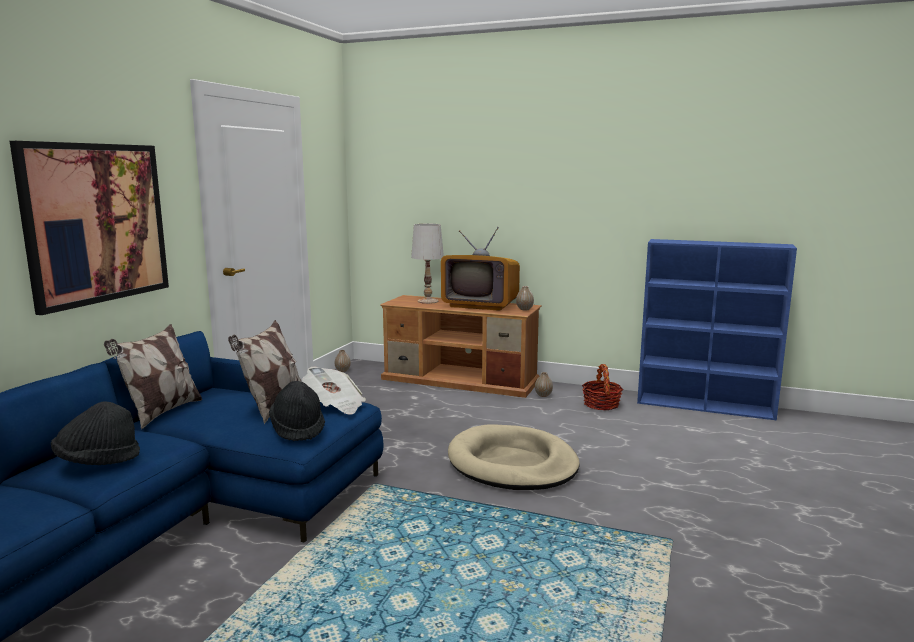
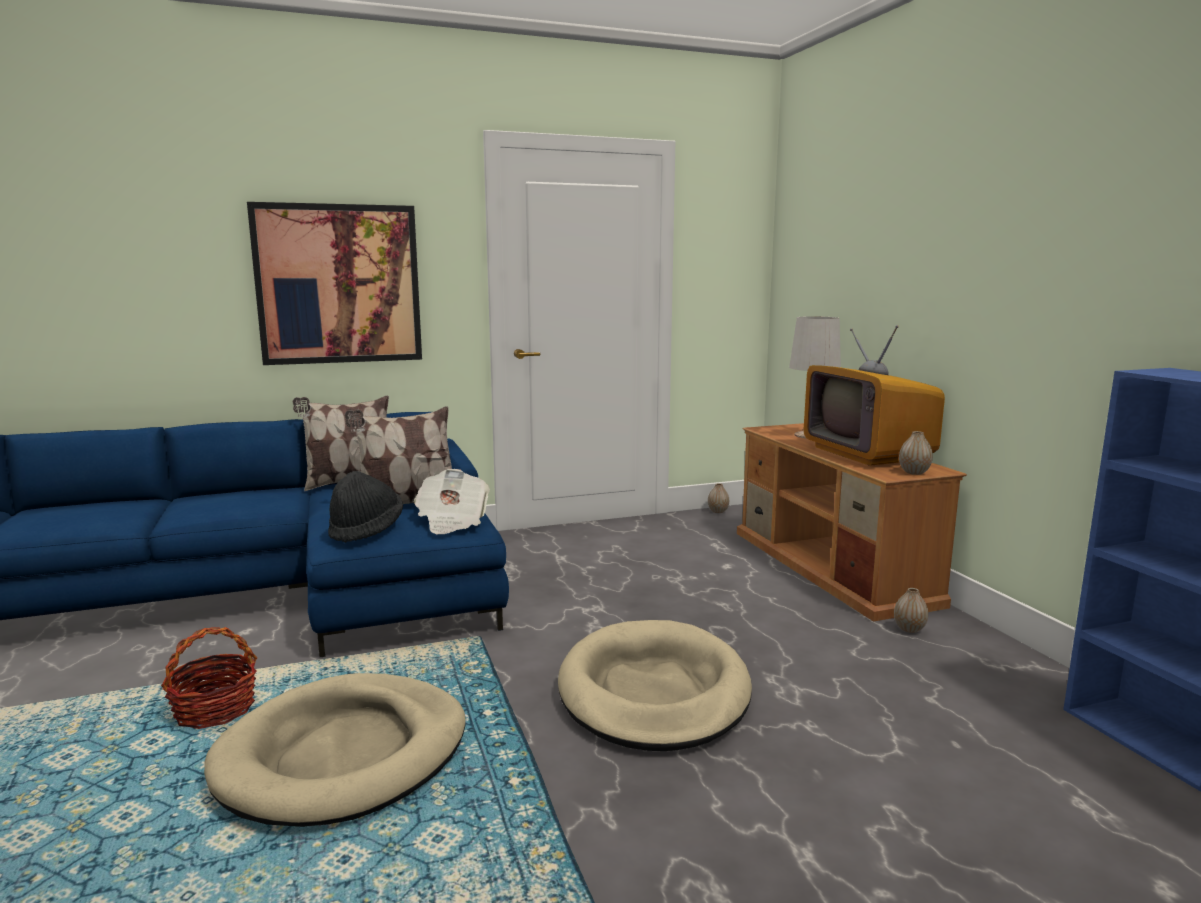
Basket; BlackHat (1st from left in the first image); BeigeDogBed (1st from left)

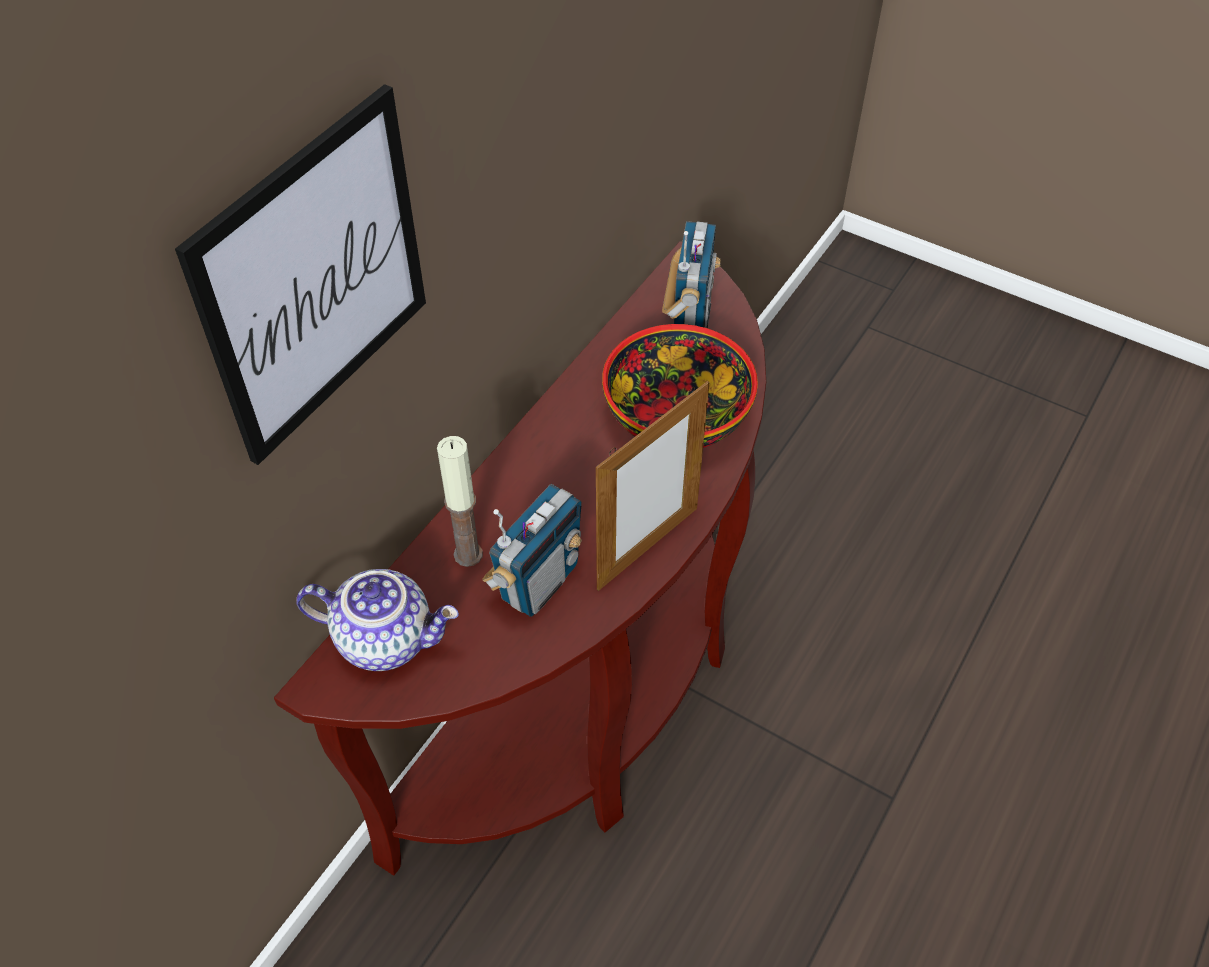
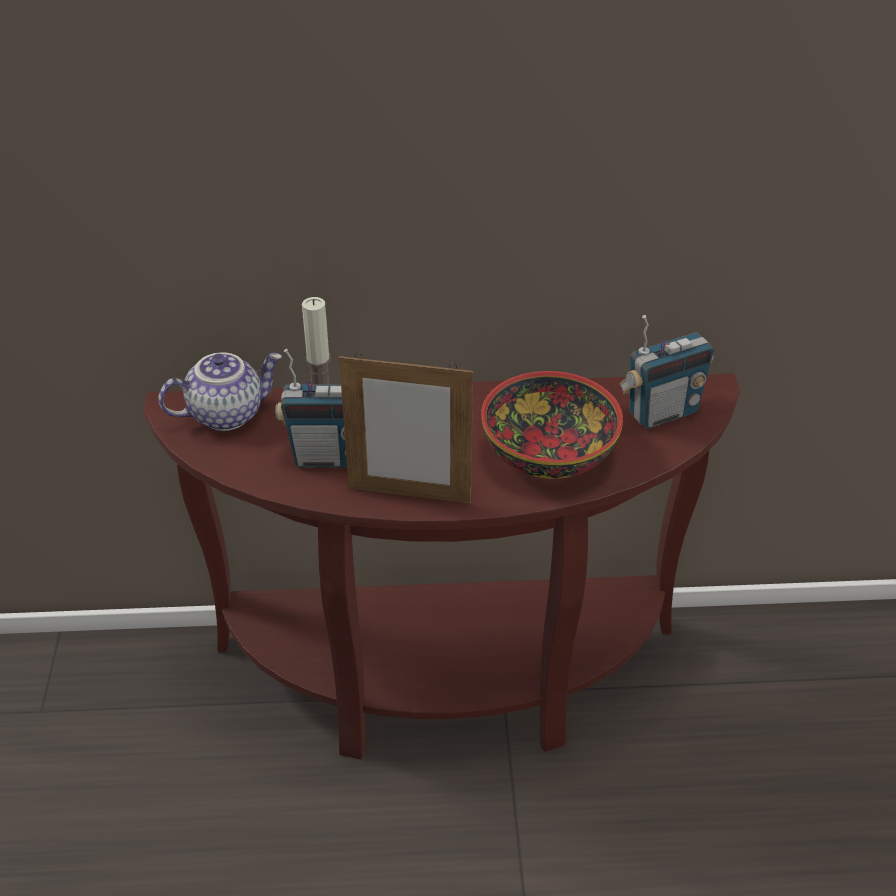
Picture; Teapot

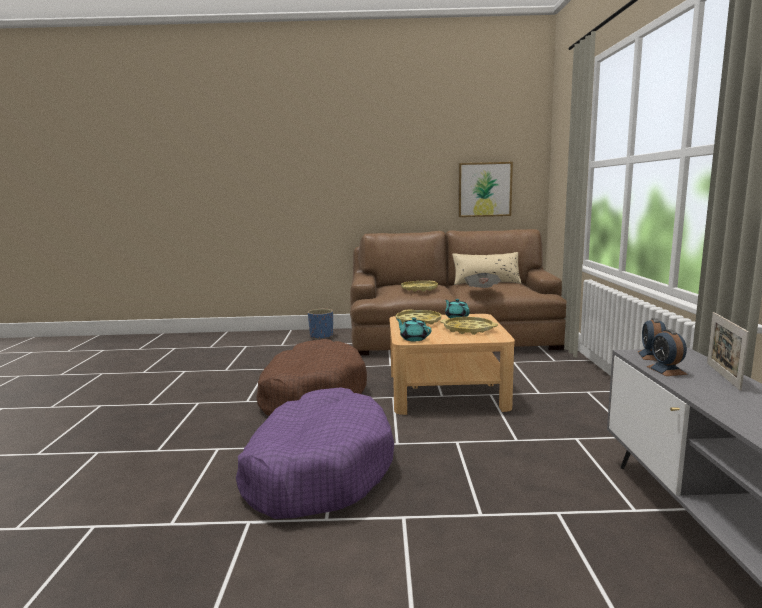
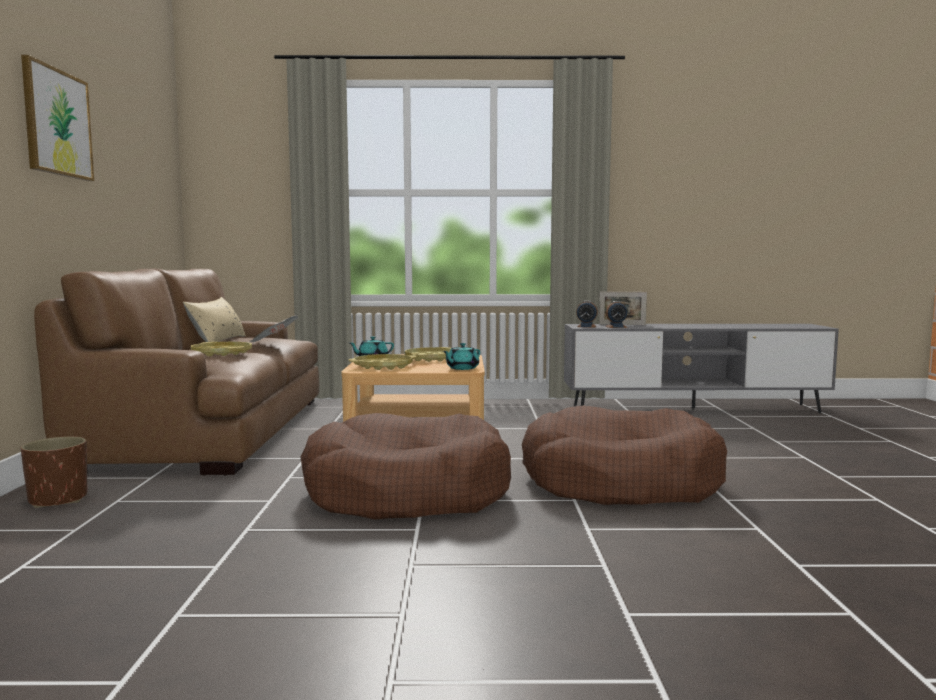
Picture; BrownPlanter; BrownDogBed (2nd from left)

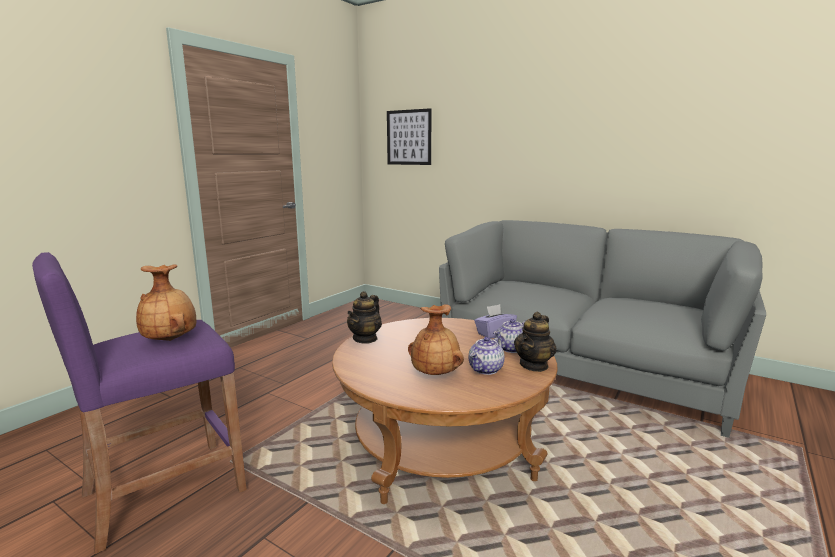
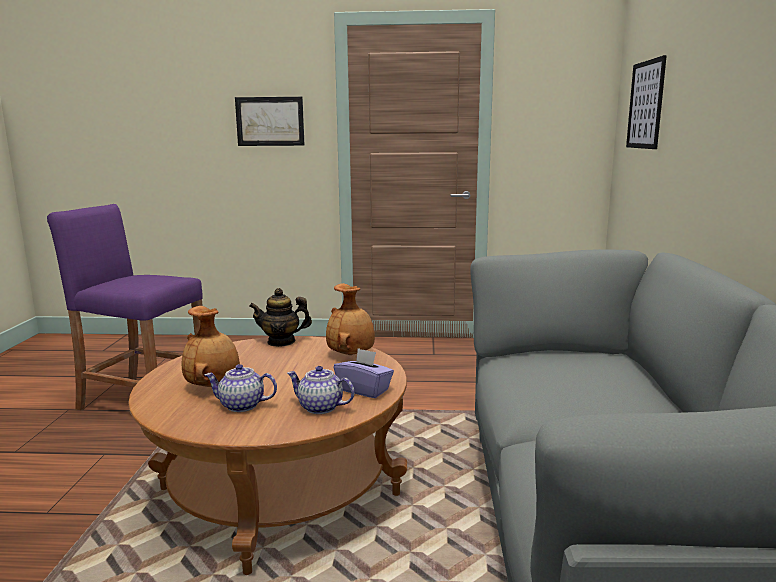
BrownVase (2nd from left); Teapot (4th from left in the first image); Picture (1st from left)

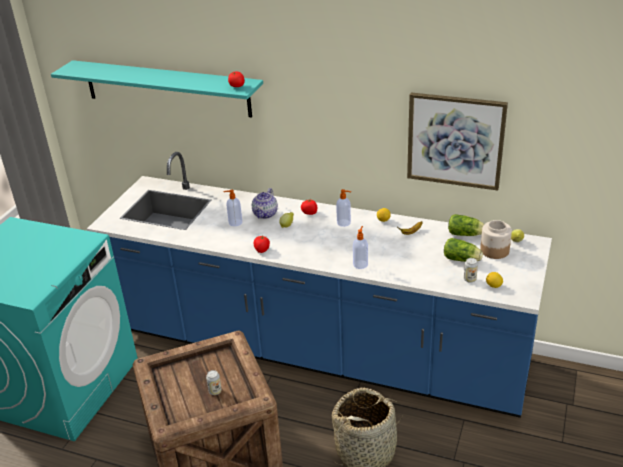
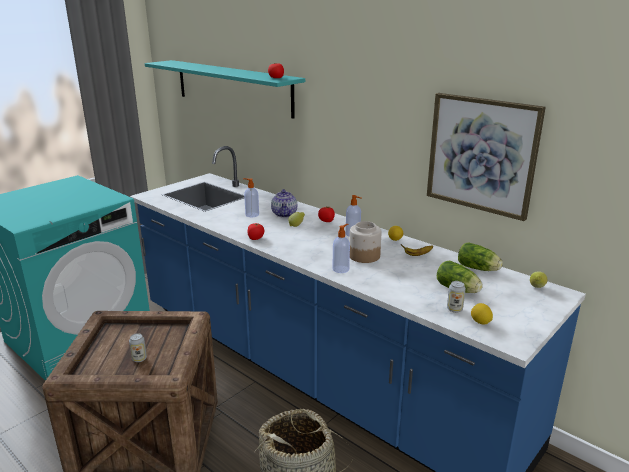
Teapot; Jar

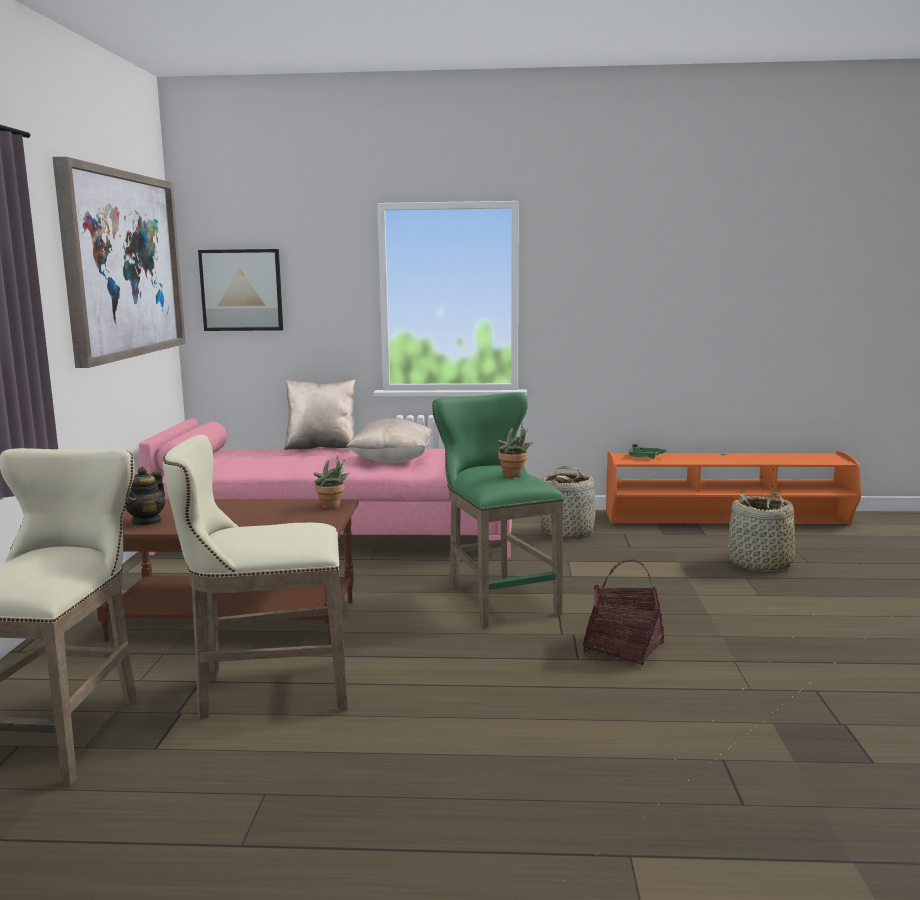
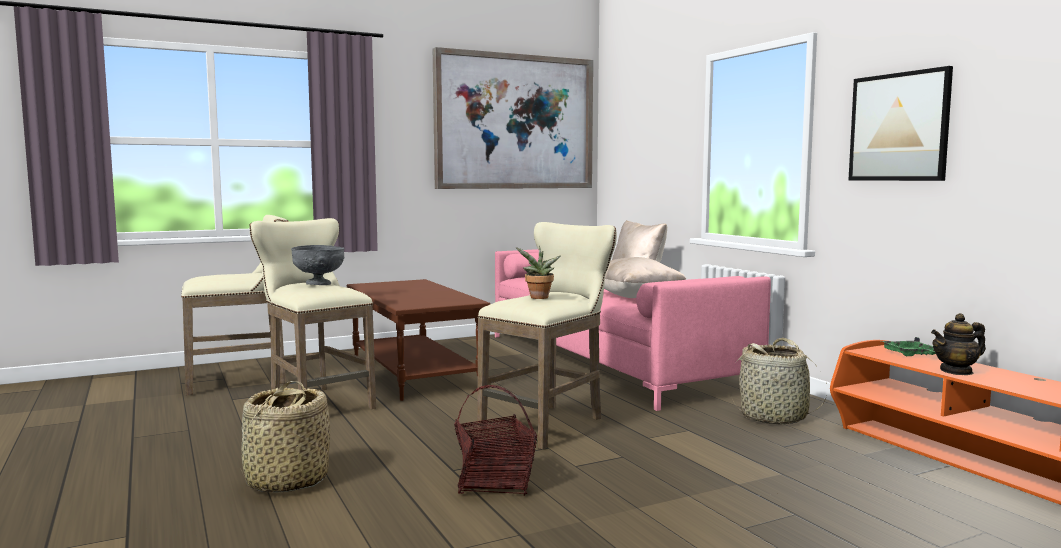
Picture (2nd from left); BeigeStool (3rd from left); PottedPlant (1st from left in the first image); Teapot; Basket (1st from left); GreyBowl

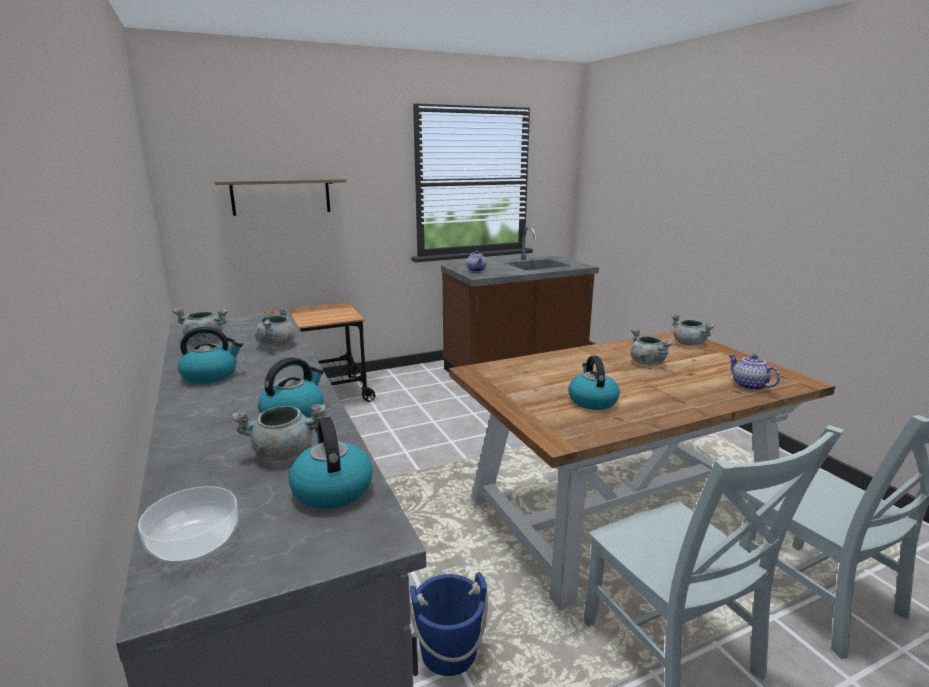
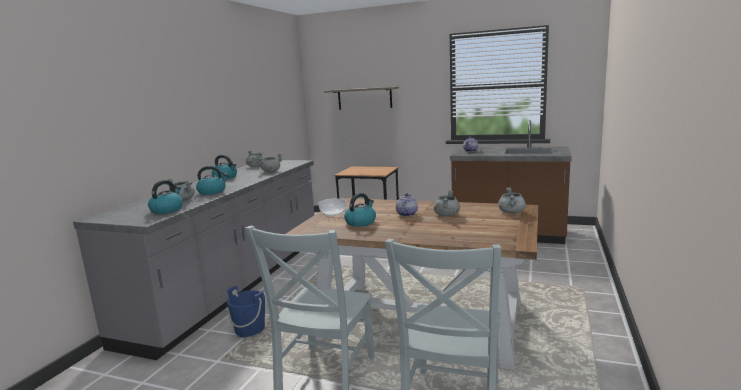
Teapot (1st from left); Bowl

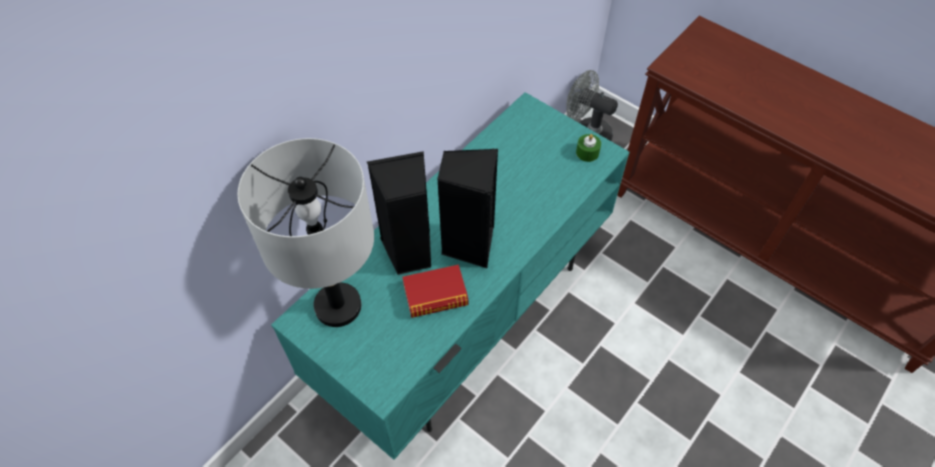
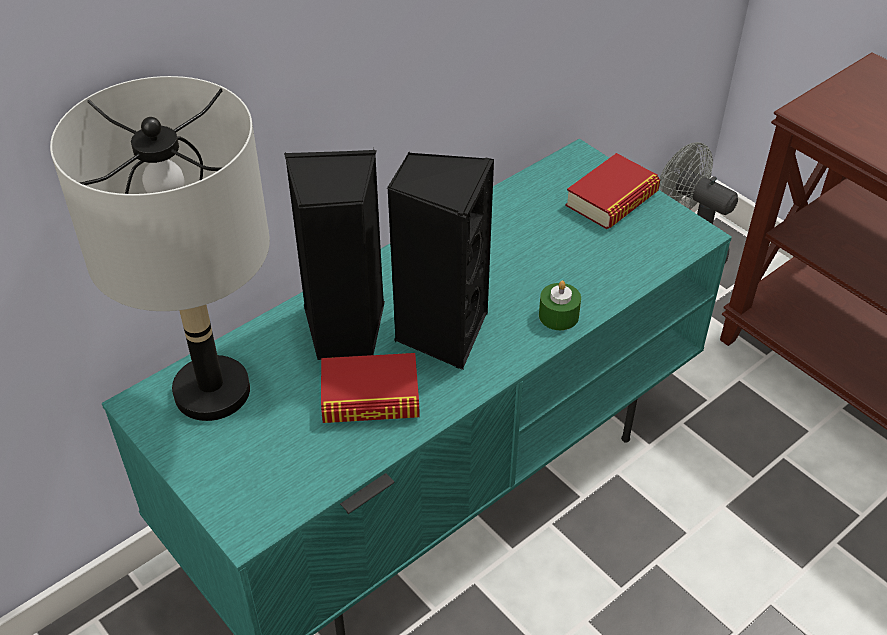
GreenCandle; Book (2nd from left)

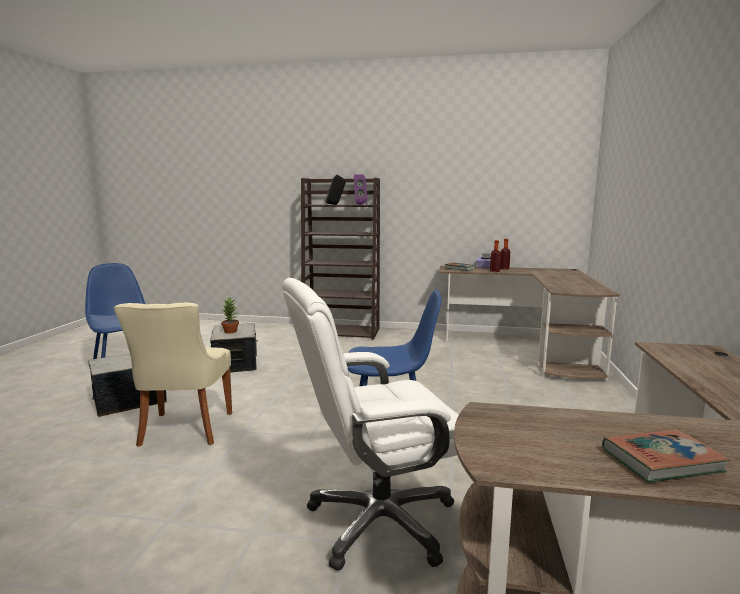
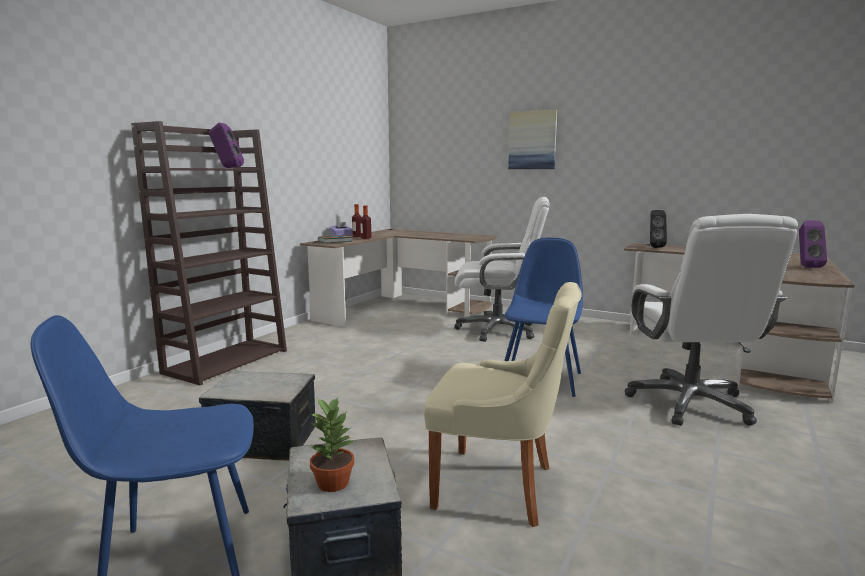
BlackSpeaker; PottedPlant; PurpleSpeaker (2nd from left); Picture; WhiteOfficeChair (1st from left)

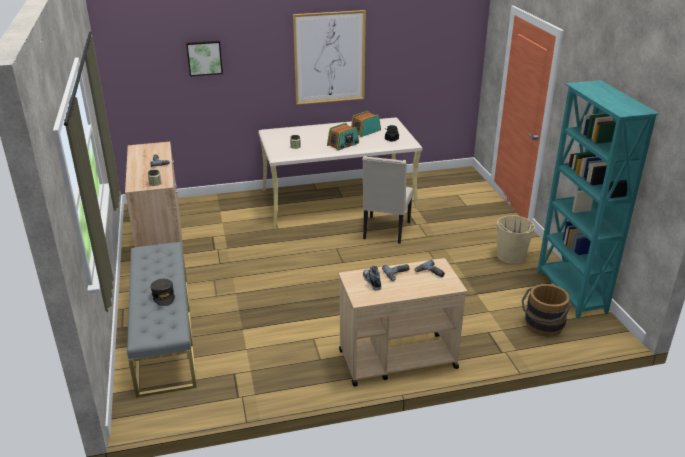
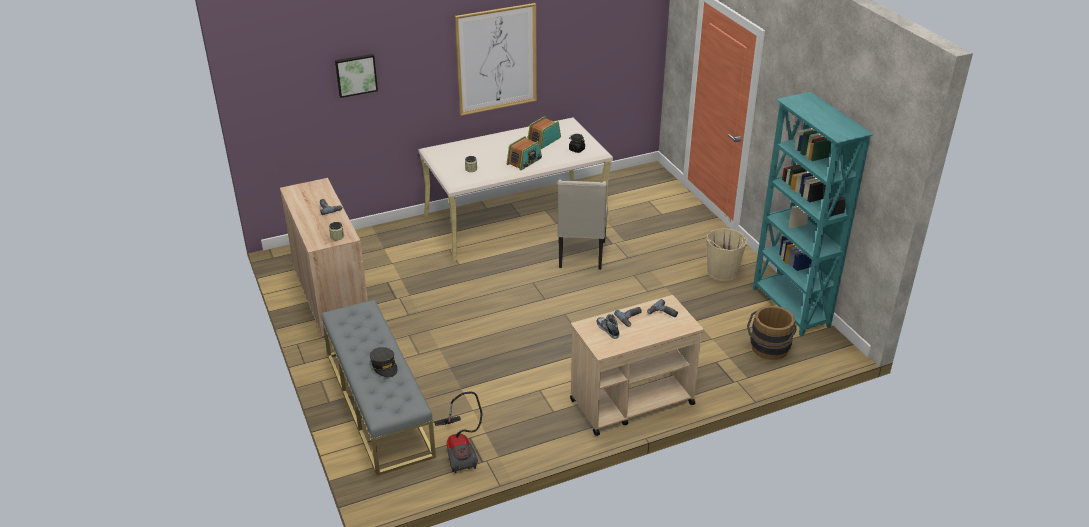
VacuumCleaner

